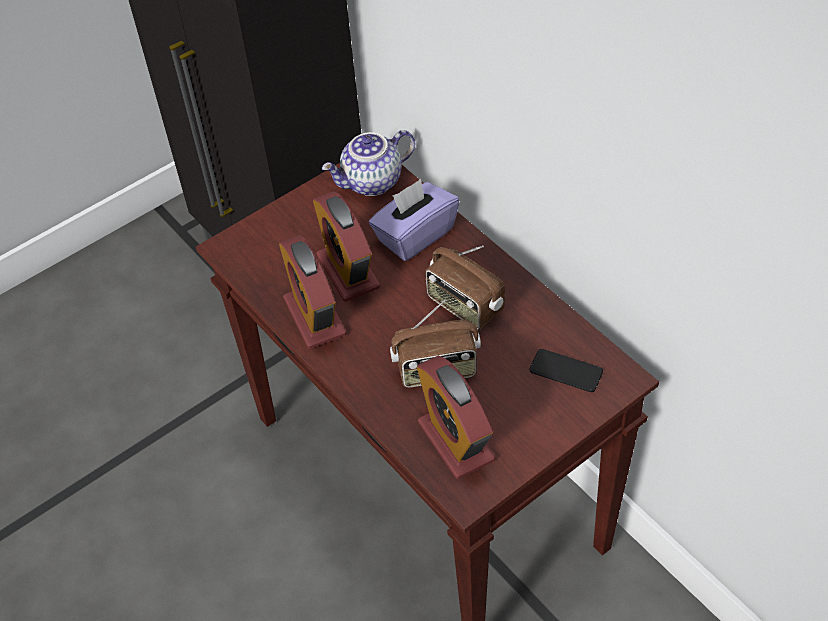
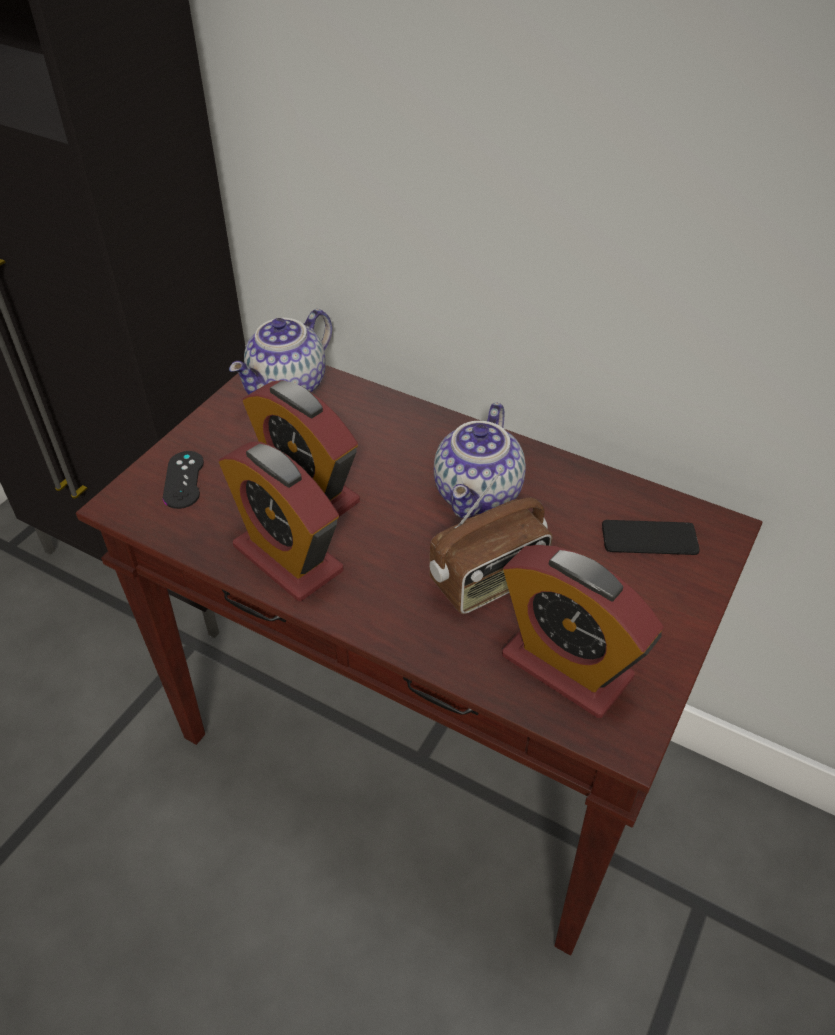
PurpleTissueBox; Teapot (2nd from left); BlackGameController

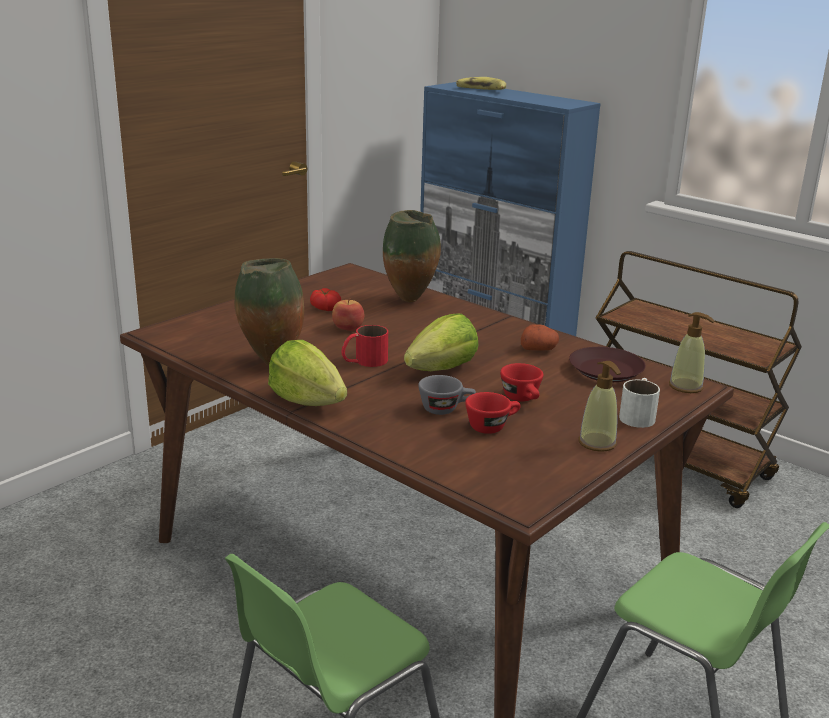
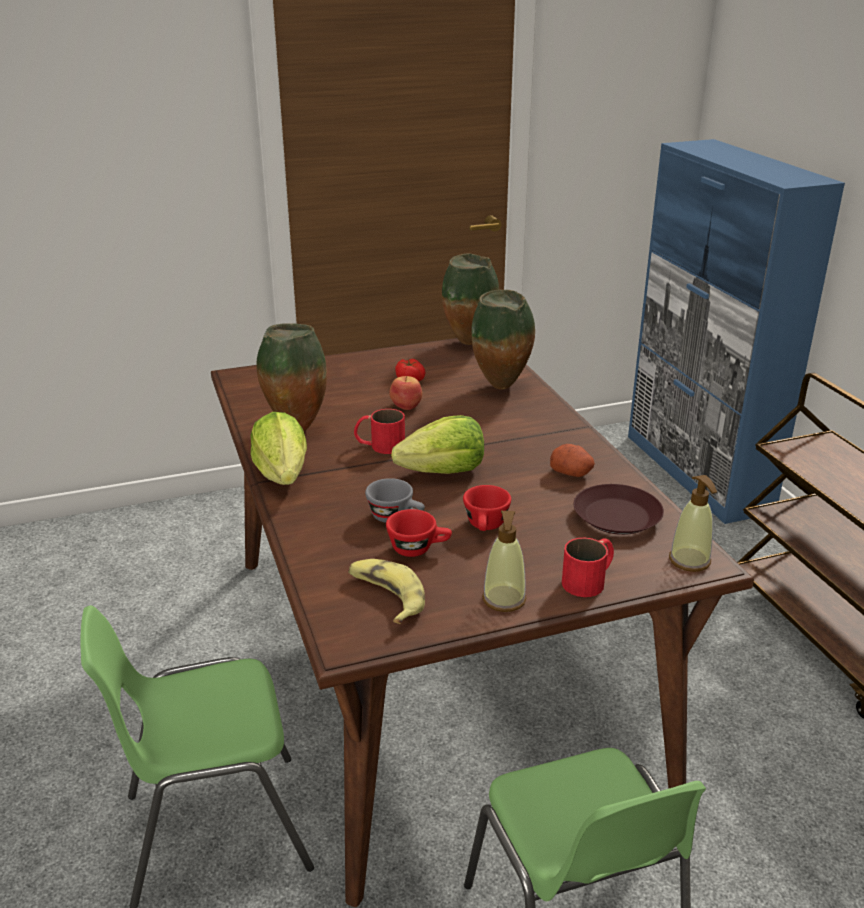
Banana; RedMug (2nd from left); Vase (2nd from left)

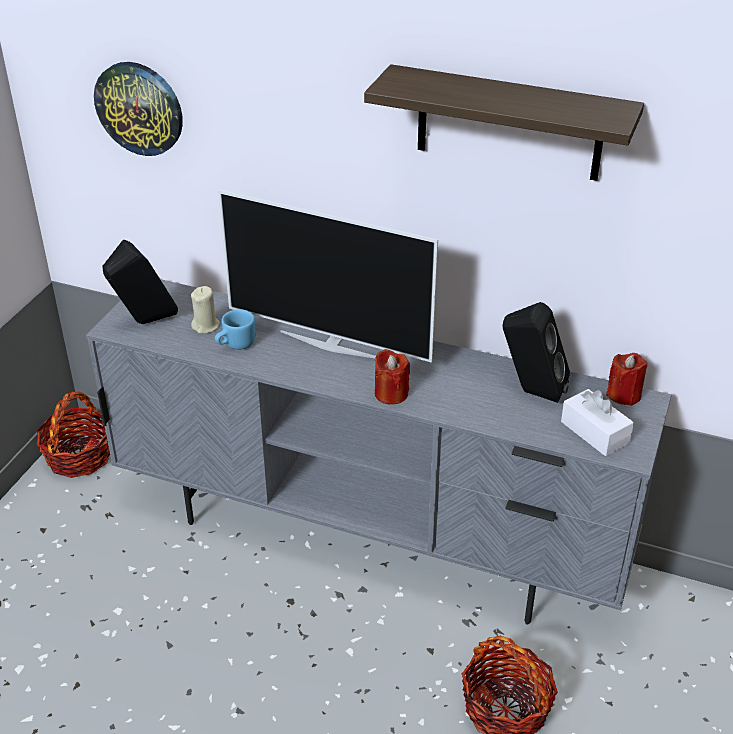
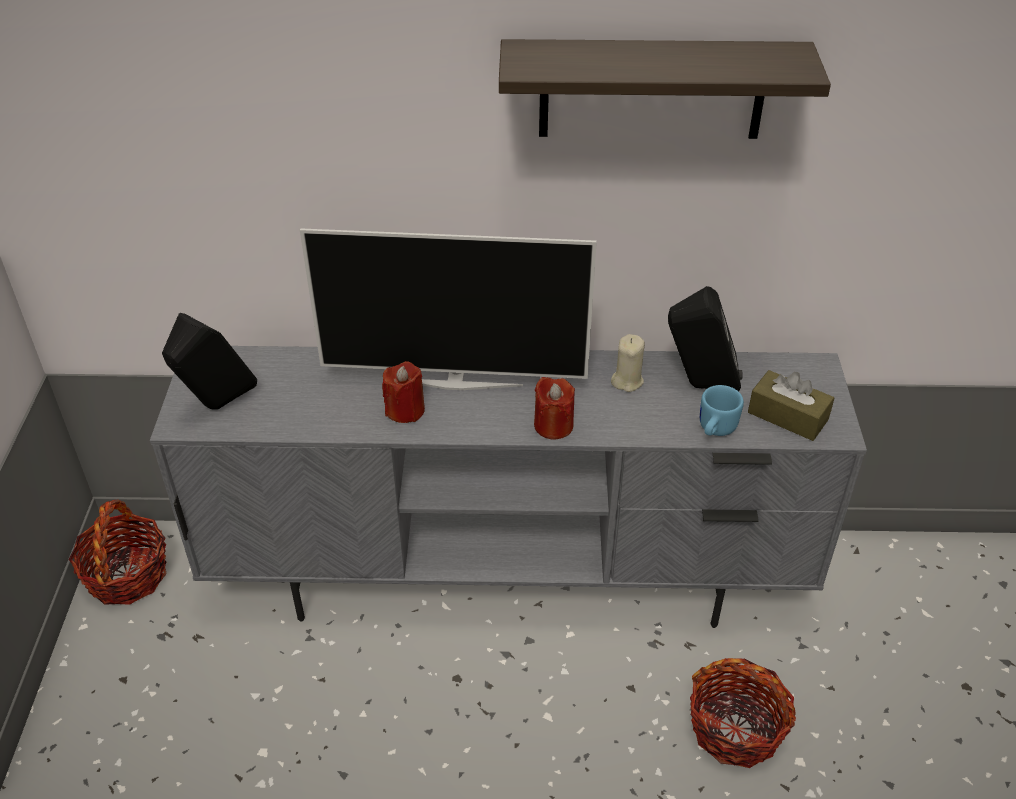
WallClock; BeigeCandle; BlueMug; RedCandle (1st from left); BrownTissueBox

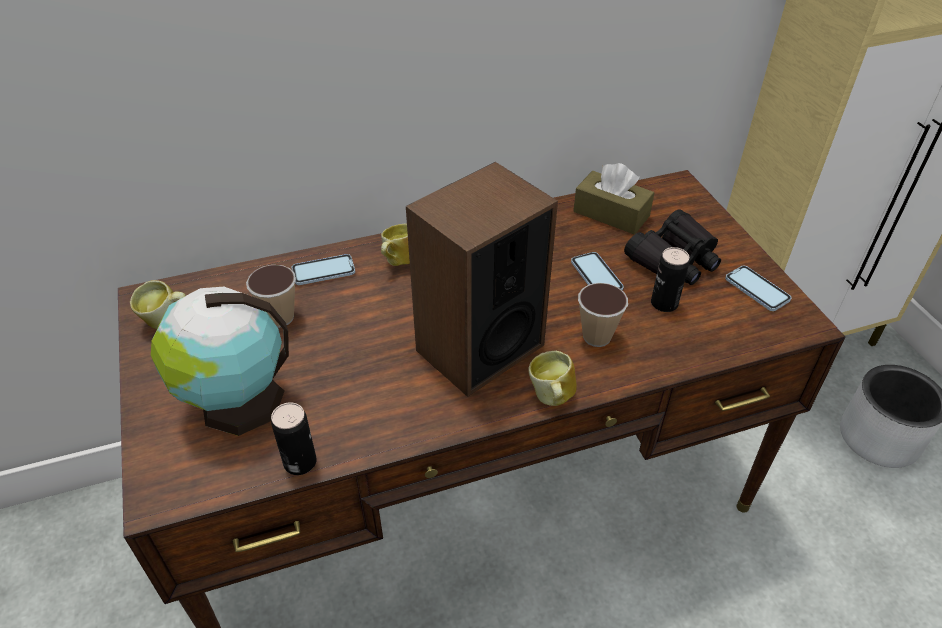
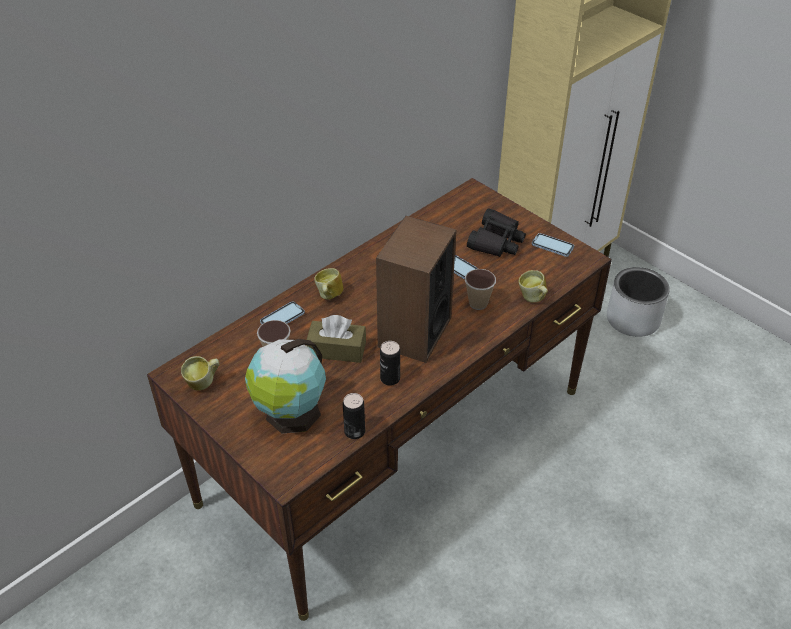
BrownTissueBox; Can (2nd from left); Mug (3rd from left)

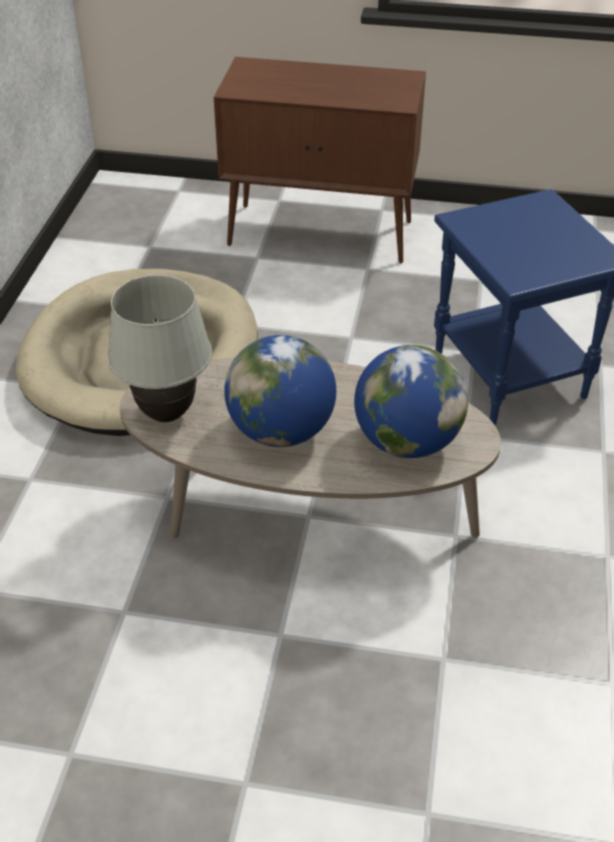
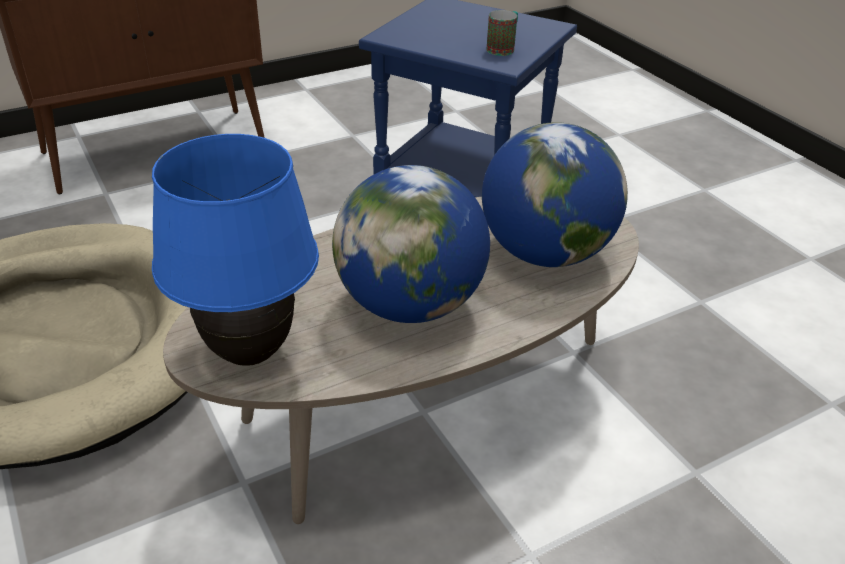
BlueTableLamp; Mug

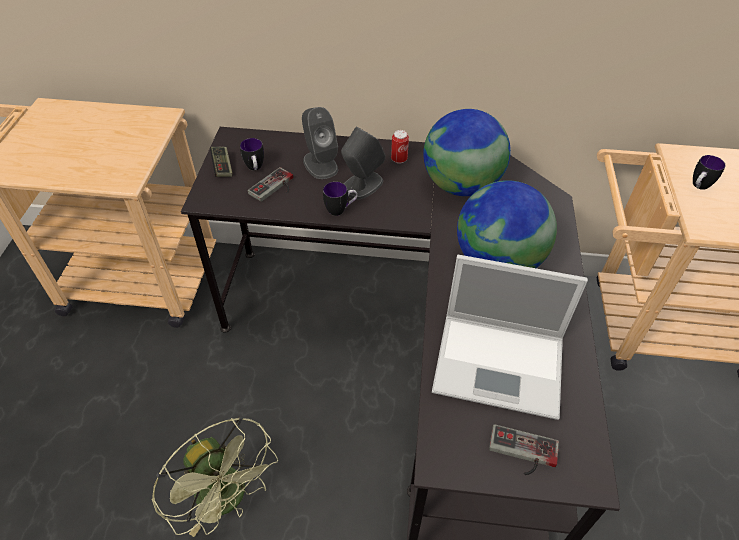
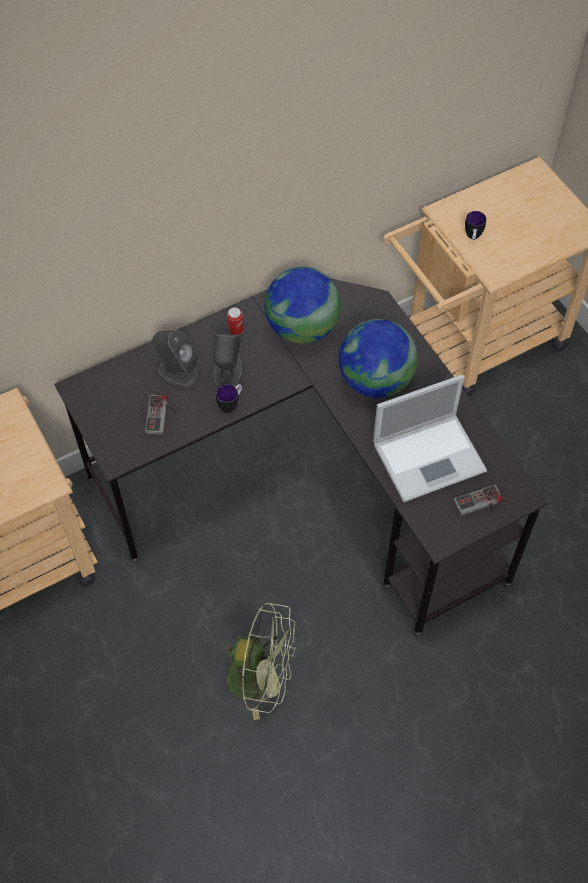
Mug (1st from left in the first image); GameController (1st from left in the first image)

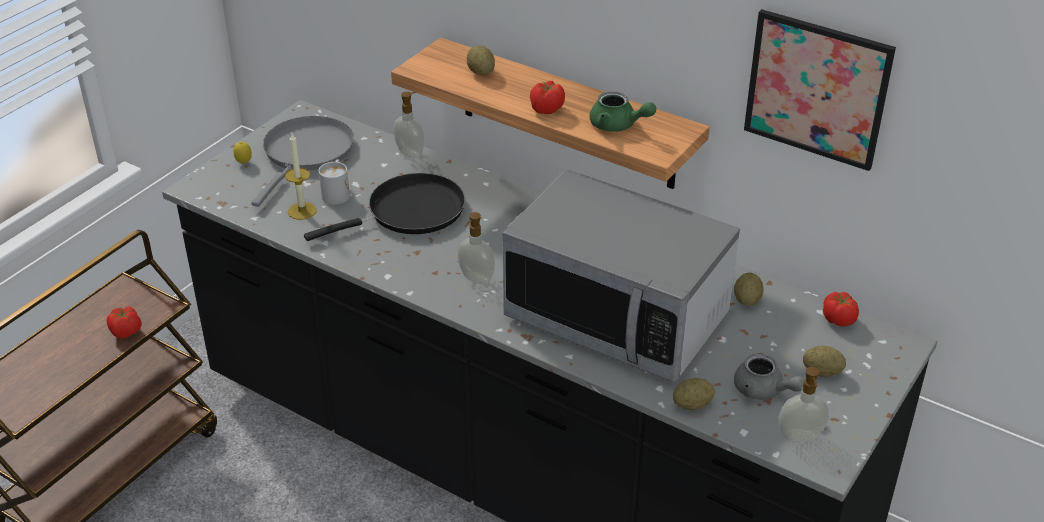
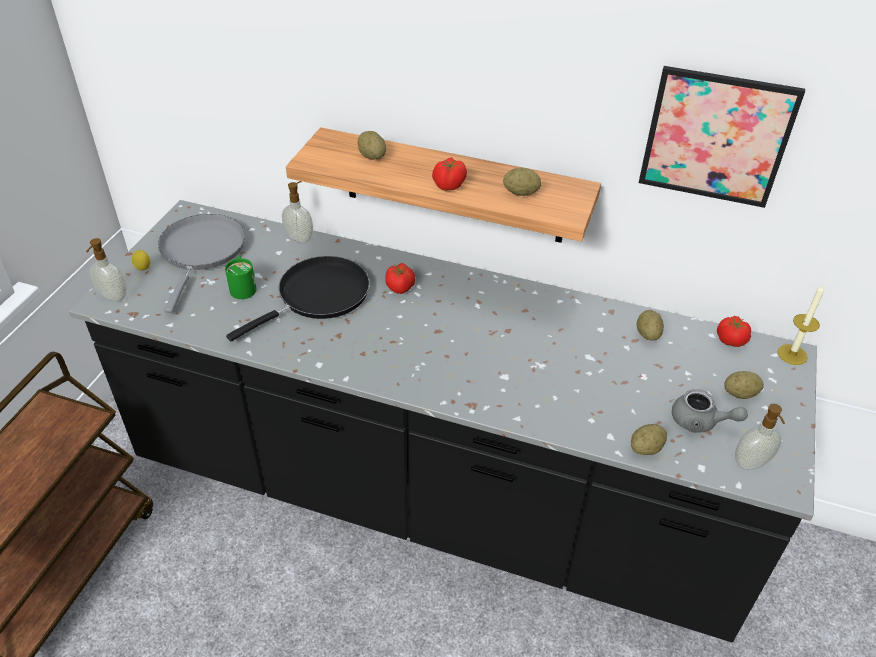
Potato (2nd from left); Candle; GreenMug; Microwave; SoapDispenser (1st from left); Tomato (1st from left)

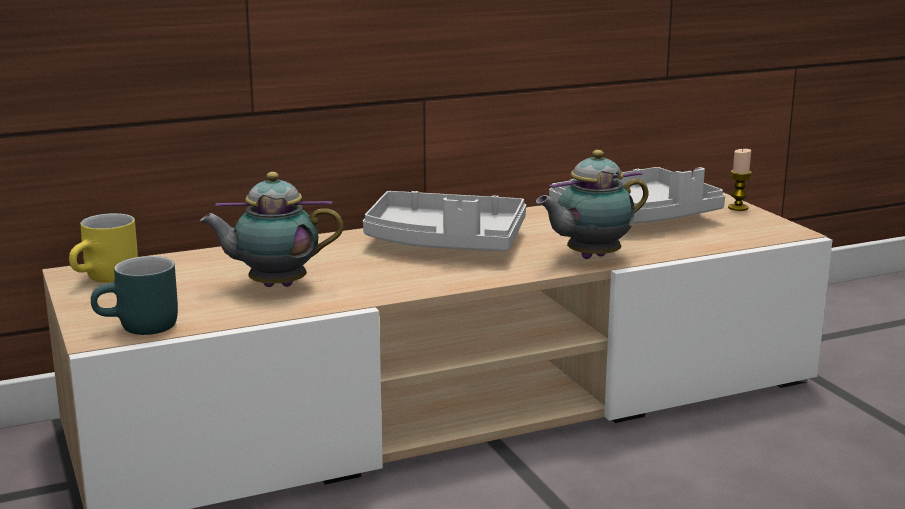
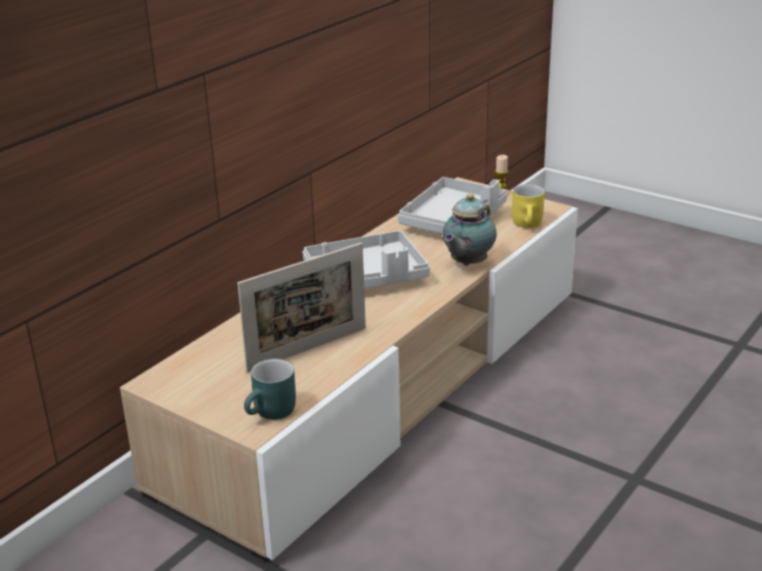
PictureFrame; YellowMug

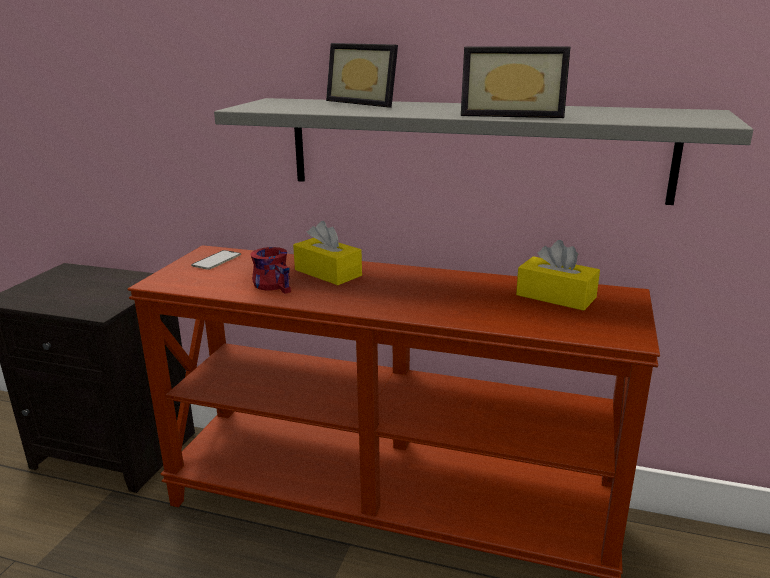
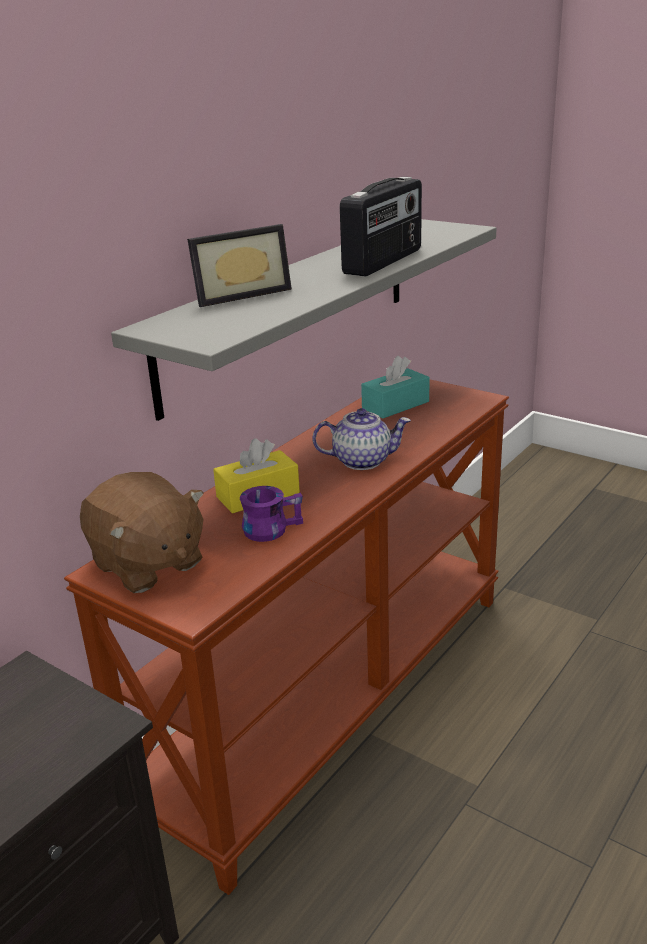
Radio; TurquoiseTissueBox; PurpleMug; BrownPlushToy; Teapot

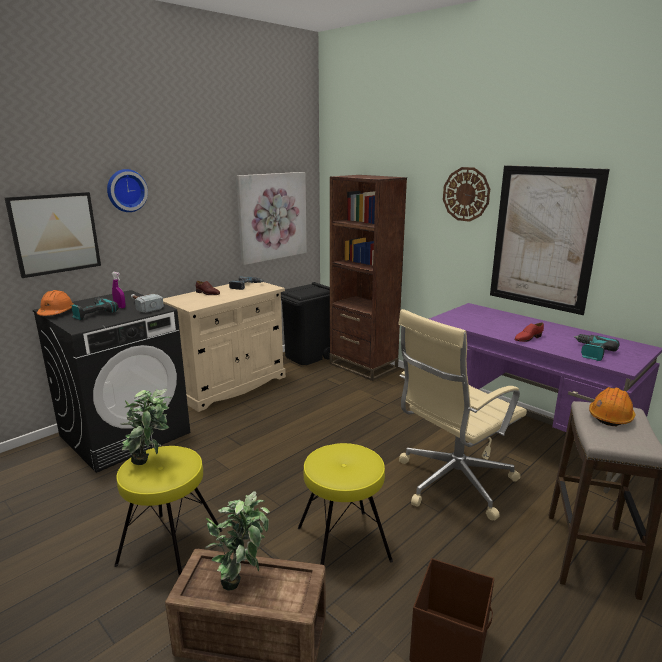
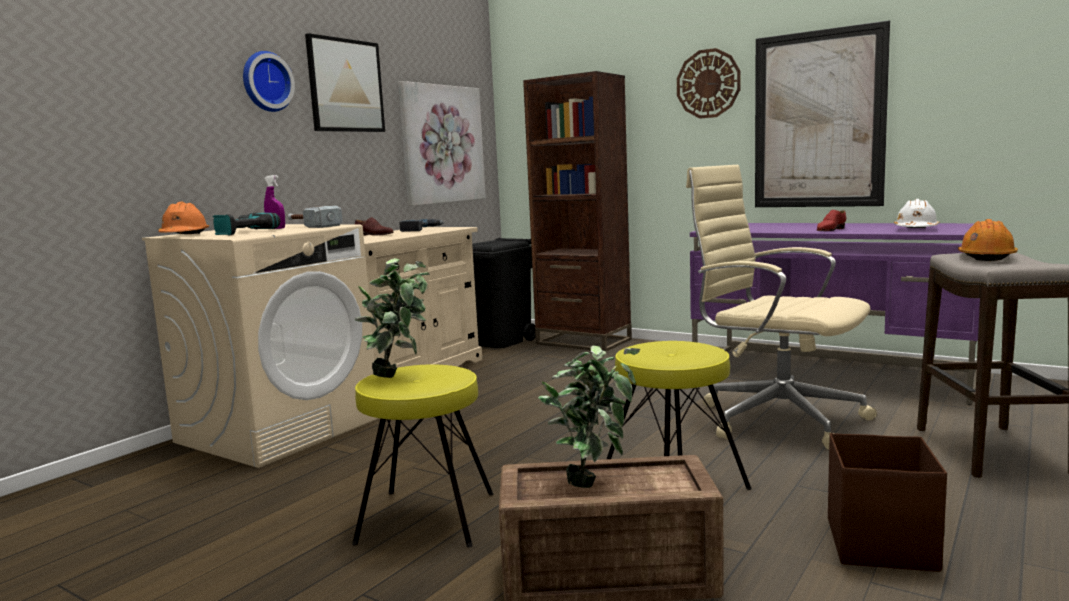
Picture (1st from left); BeigeWashingMachine; BeigeOfficeChair; WhiteHardHat

